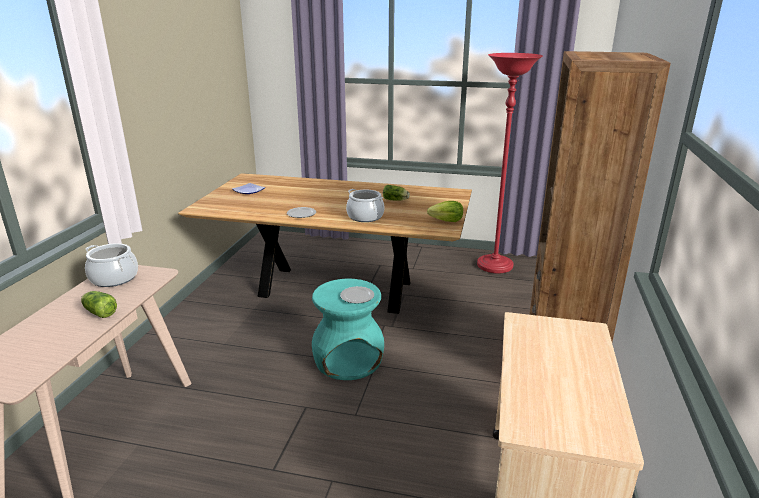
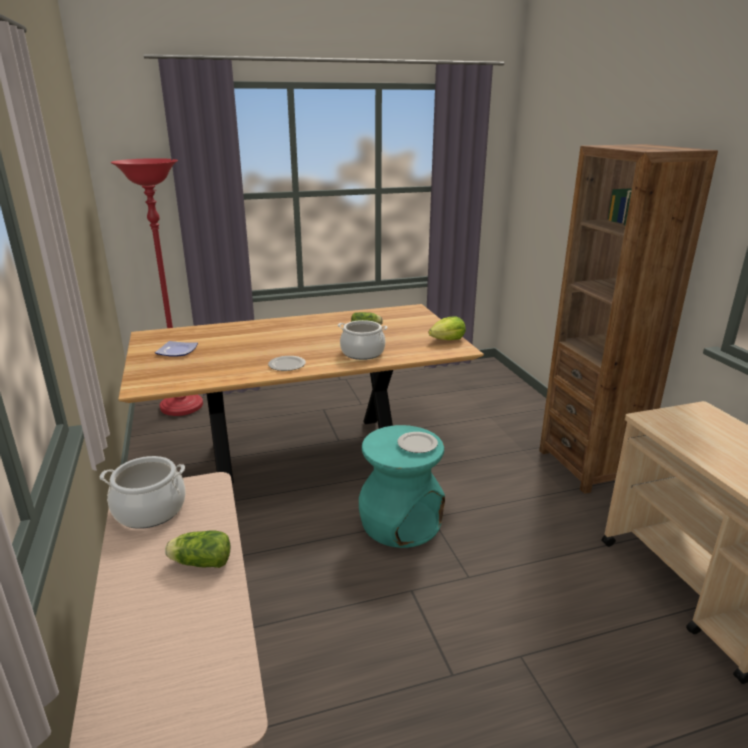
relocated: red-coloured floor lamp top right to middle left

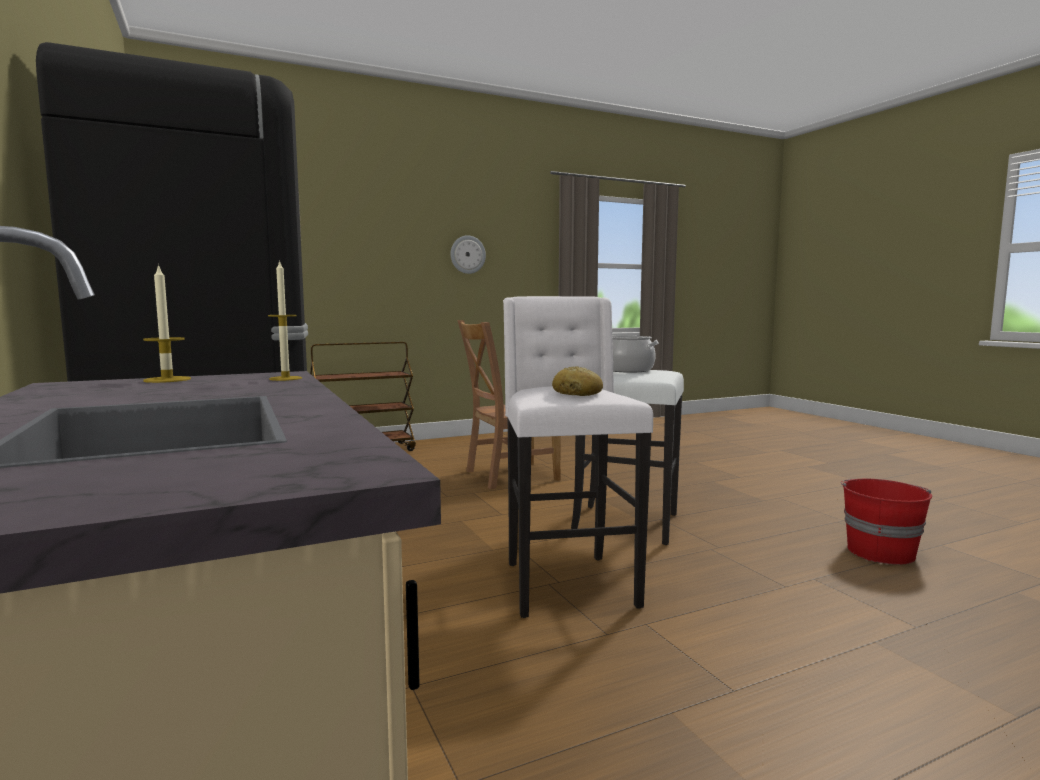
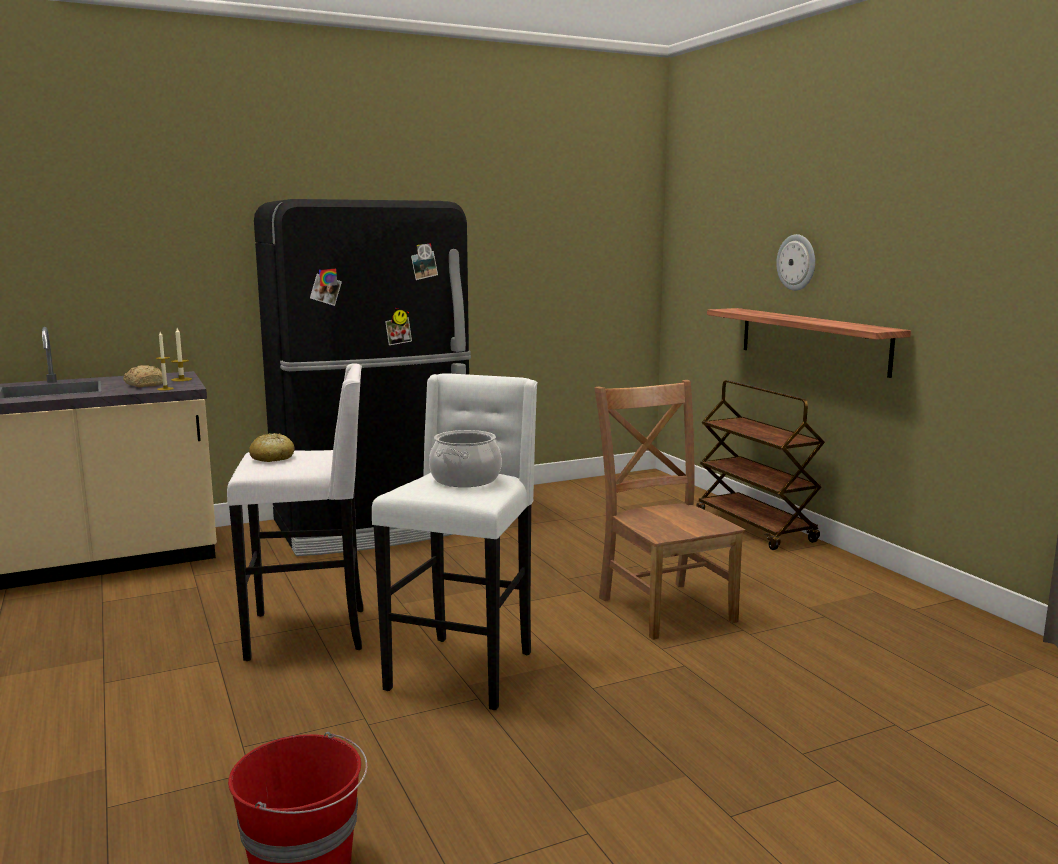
appeared: bracket shelf middle right; bread (no. 1 from left) middle left
relocated: wall clock top centre to top right

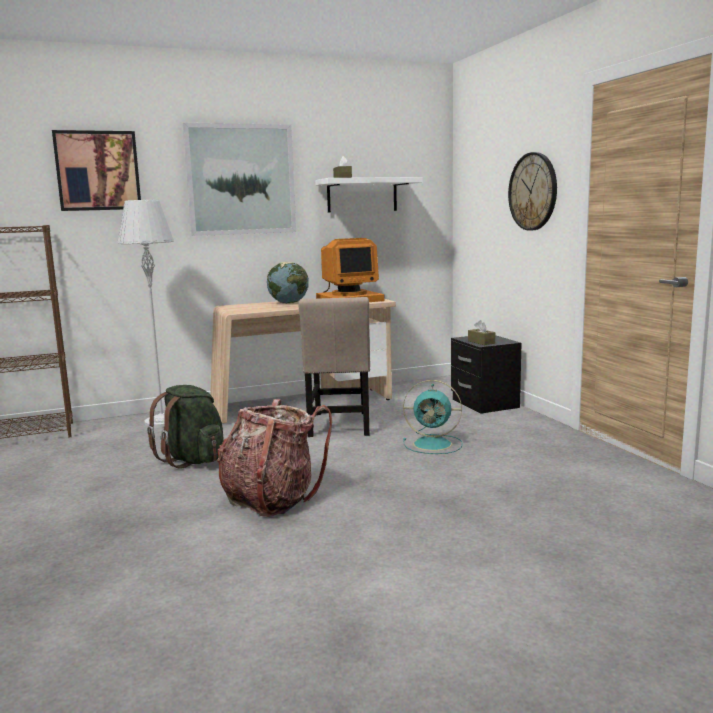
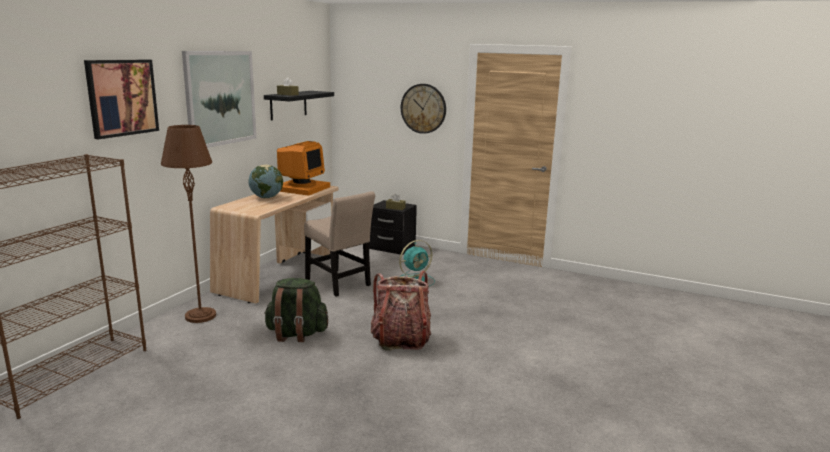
colour: white bracket shelf top centre to black bracket shelf top centre; greyish floor lamp middle left to brown floor lamp middle left

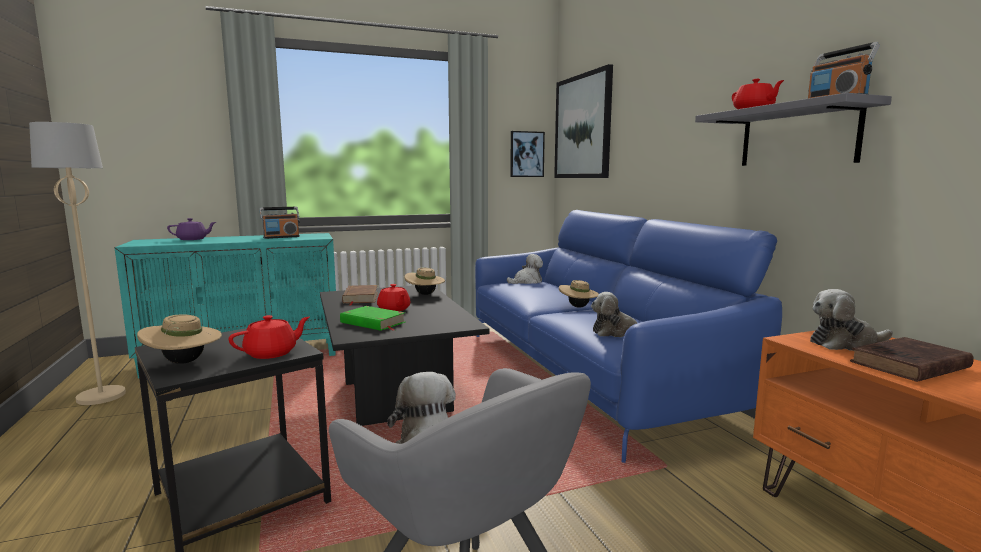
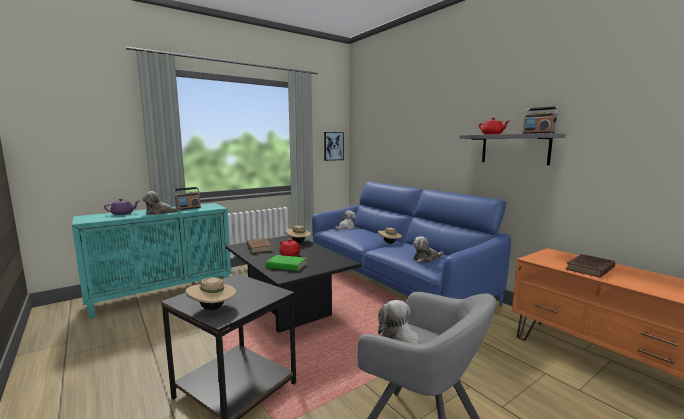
missing: wall picture (no. 2 from left) top centre; sand-coloured floor lamp middle left; red-coloured teapot (no. 1 from left) middle left
relocated: plush toy (no. 4 from left in the first image) middle right to plush toy (no. 1 from left) middle left

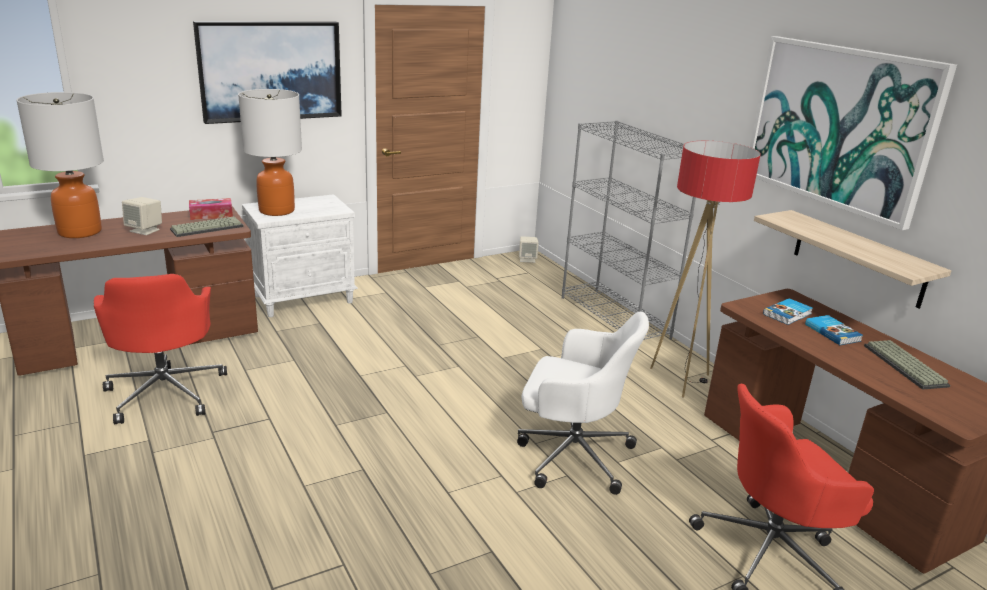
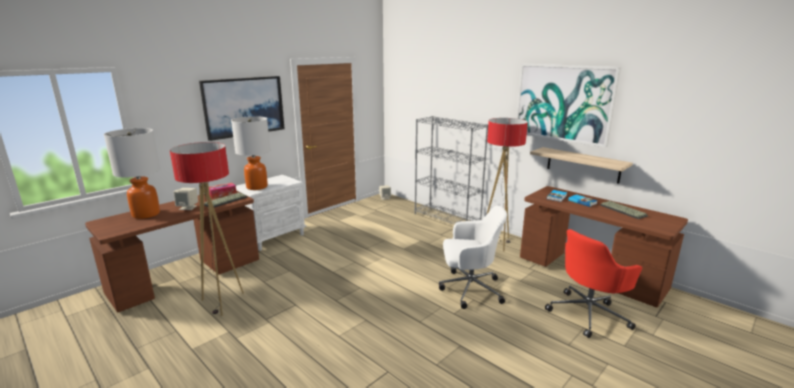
exchanged: red-coloured office chair (no. 1 from left) middle left to floor lamp (no. 1 from left) middle left

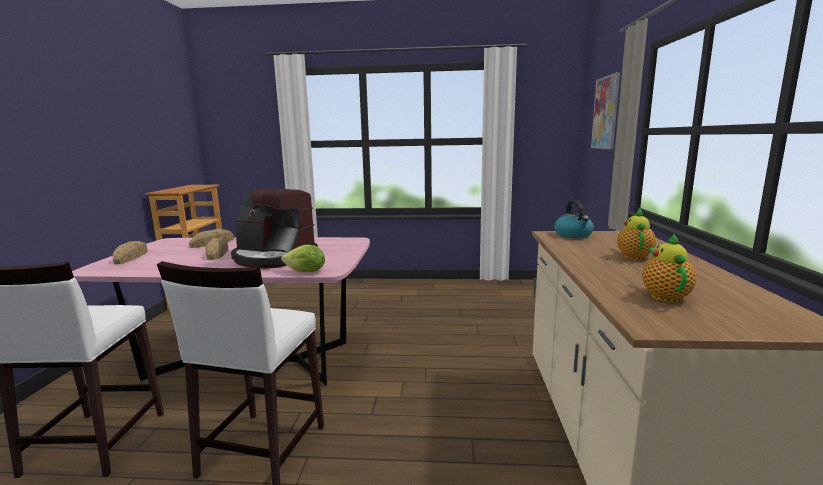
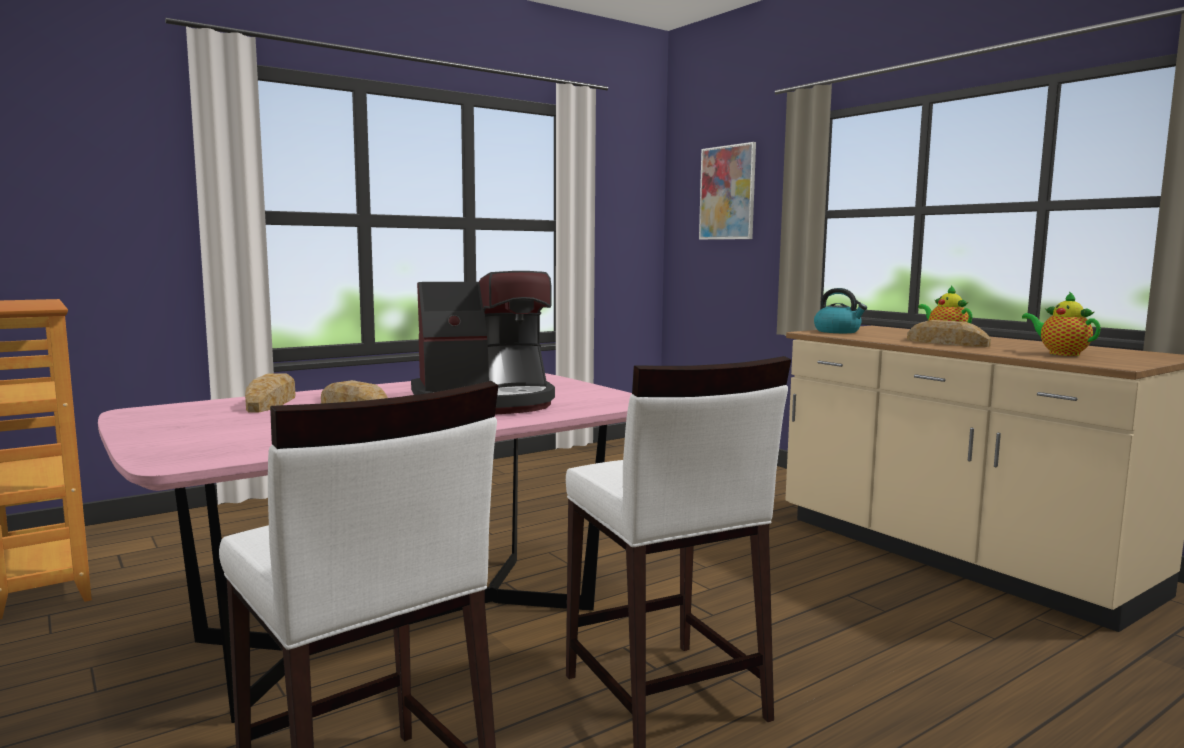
missing: head of lettuce centre
relocated: bread (no. 1 from left in the first image) middle left to bread (no. 3 from left) middle right

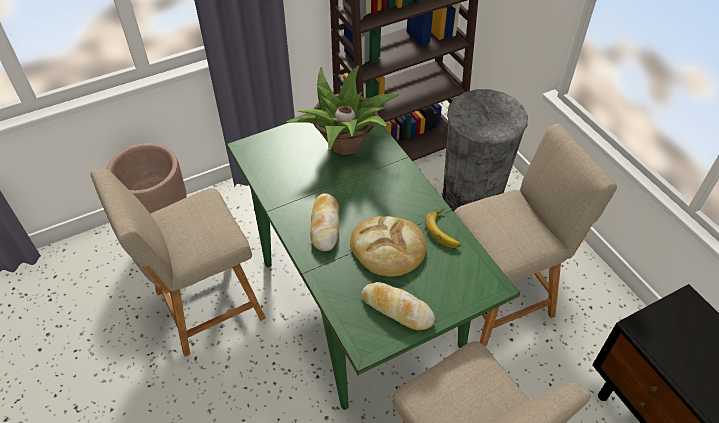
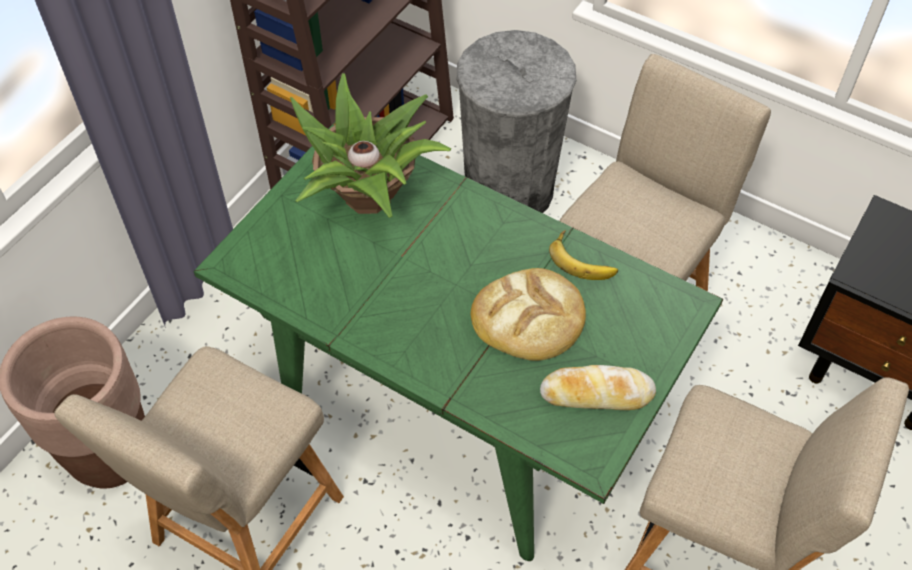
missing: bread (no. 1 from left) centre

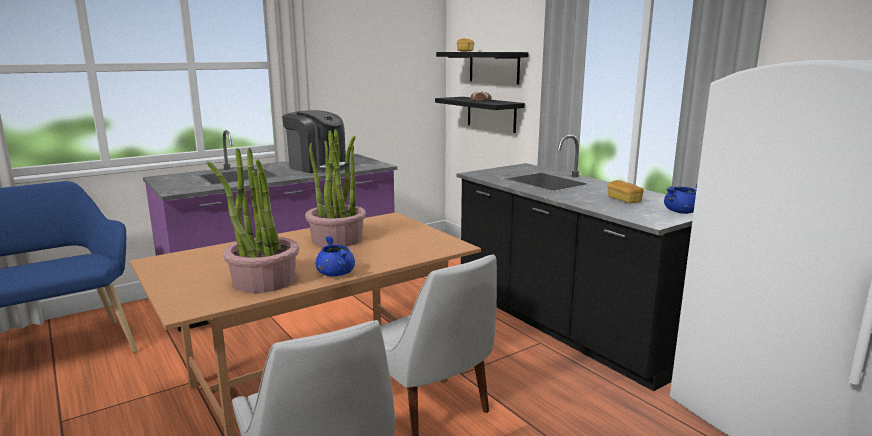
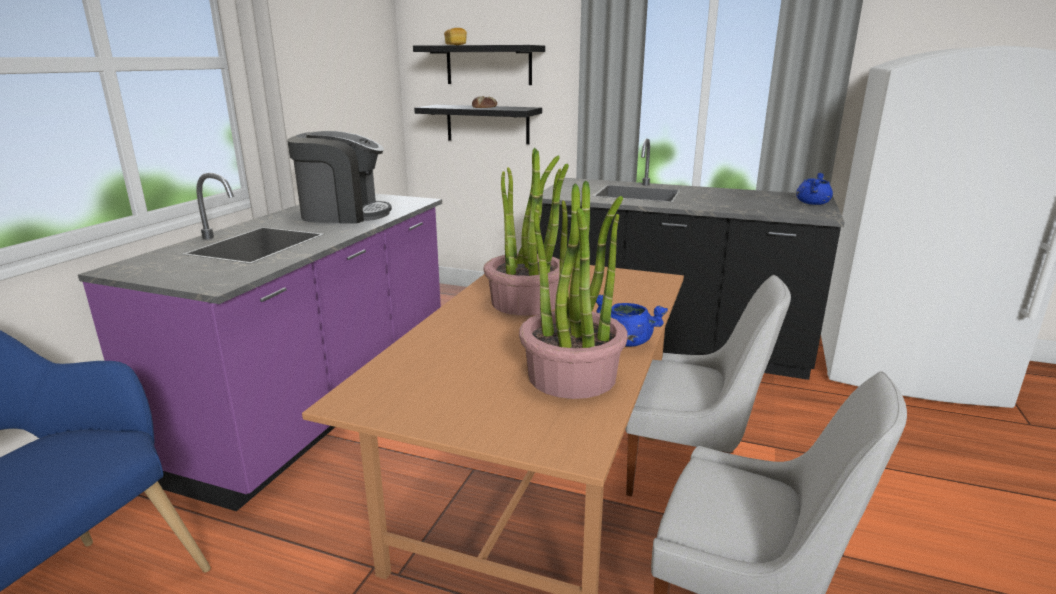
missing: bread (no. 3 from left) middle right

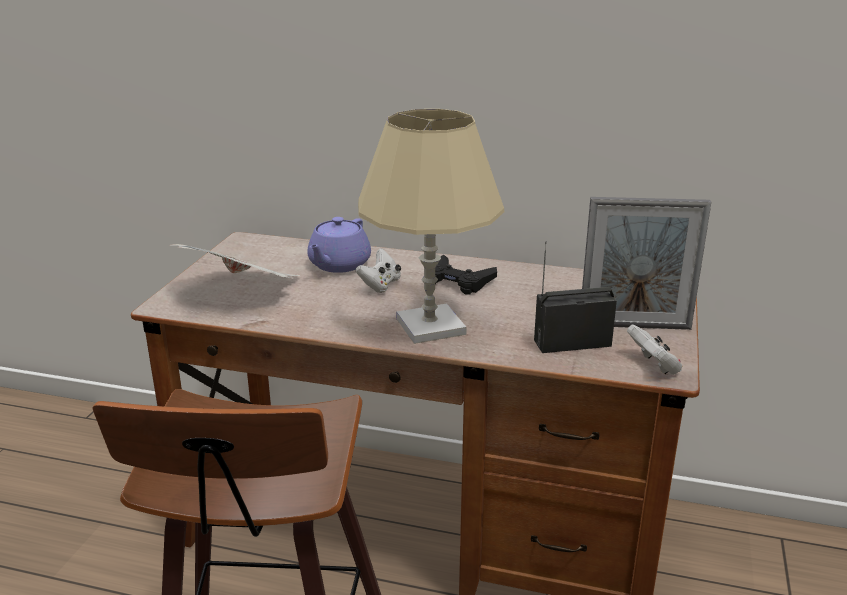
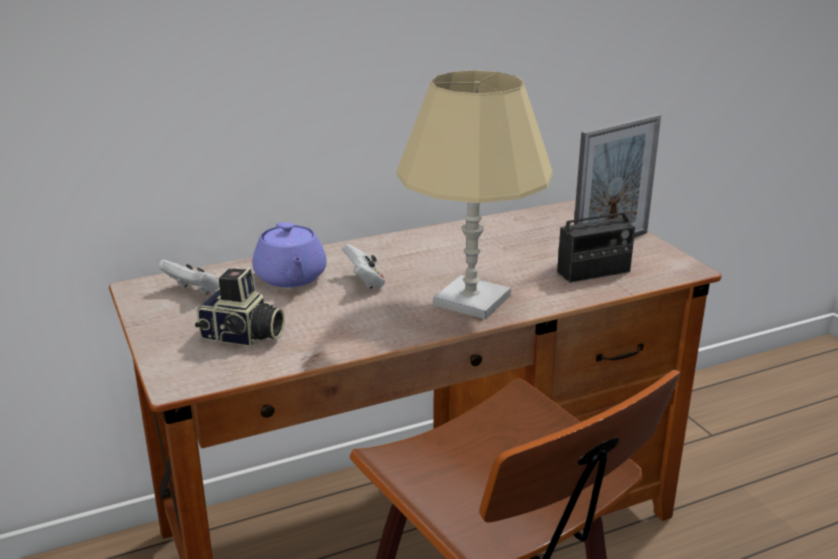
missing: black game controller centre
relocated: white game controller (no. 2 from left in the first image) middle right to white game controller (no. 1 from left) middle left
exchanged: printed paper middle left to still camera middle left
spun: radio middle right = middle right 150 degrees counterclockwise

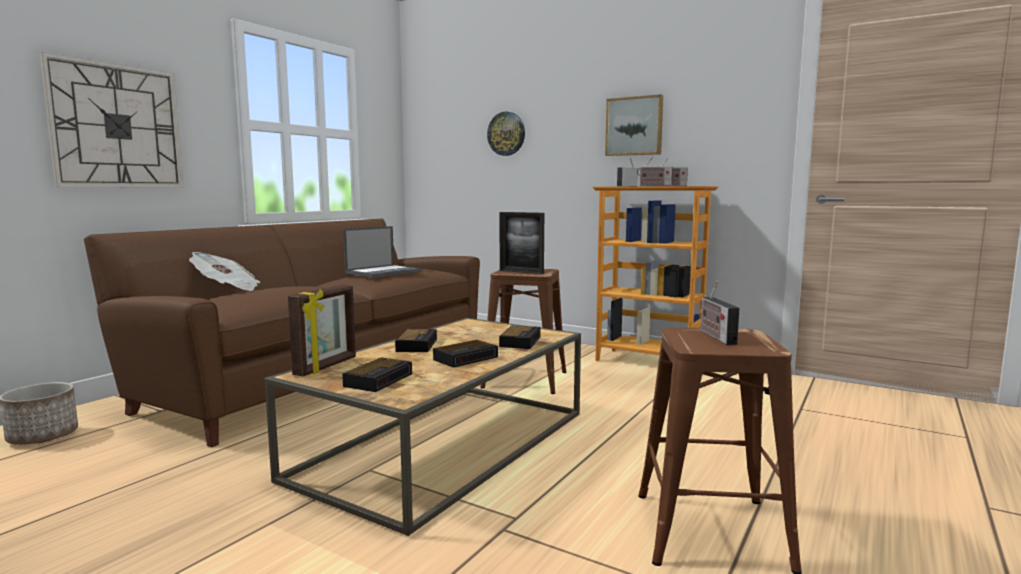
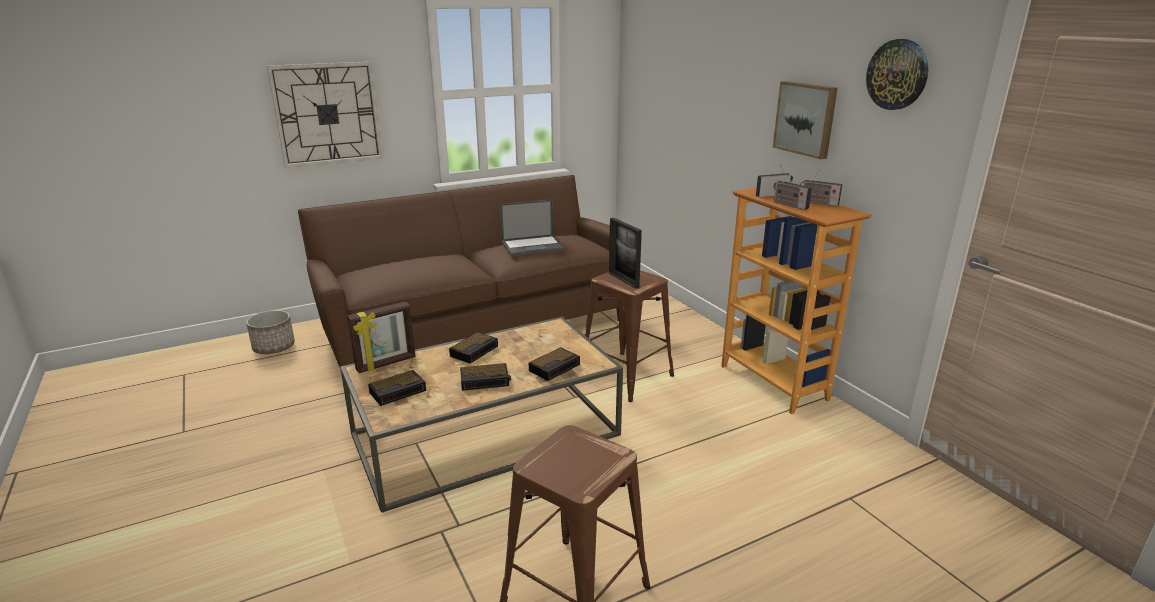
missing: printed paper middle left; radio (no. 4 from left) middle right
relocated: wall clock (no. 2 from left) top centre to top right

